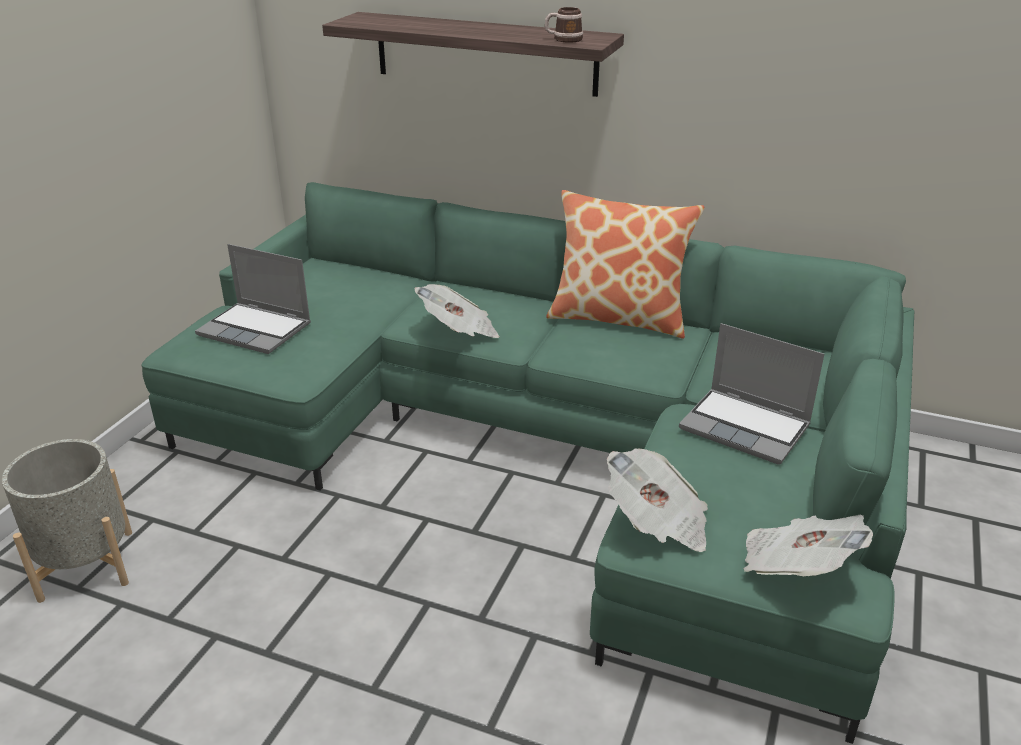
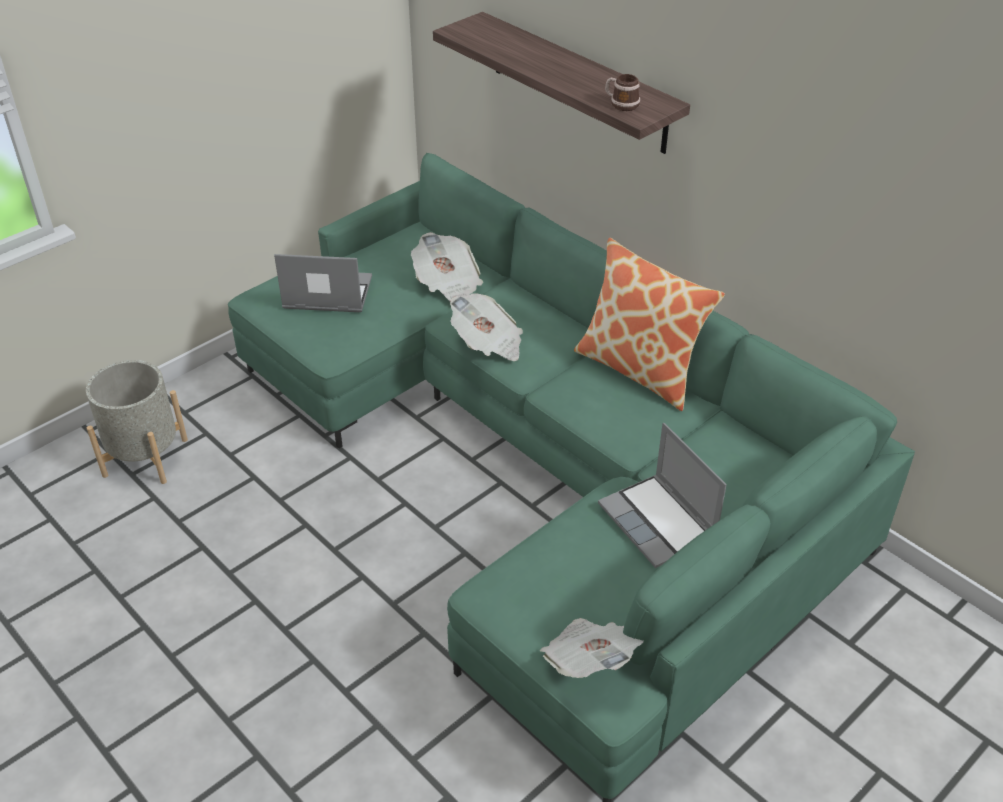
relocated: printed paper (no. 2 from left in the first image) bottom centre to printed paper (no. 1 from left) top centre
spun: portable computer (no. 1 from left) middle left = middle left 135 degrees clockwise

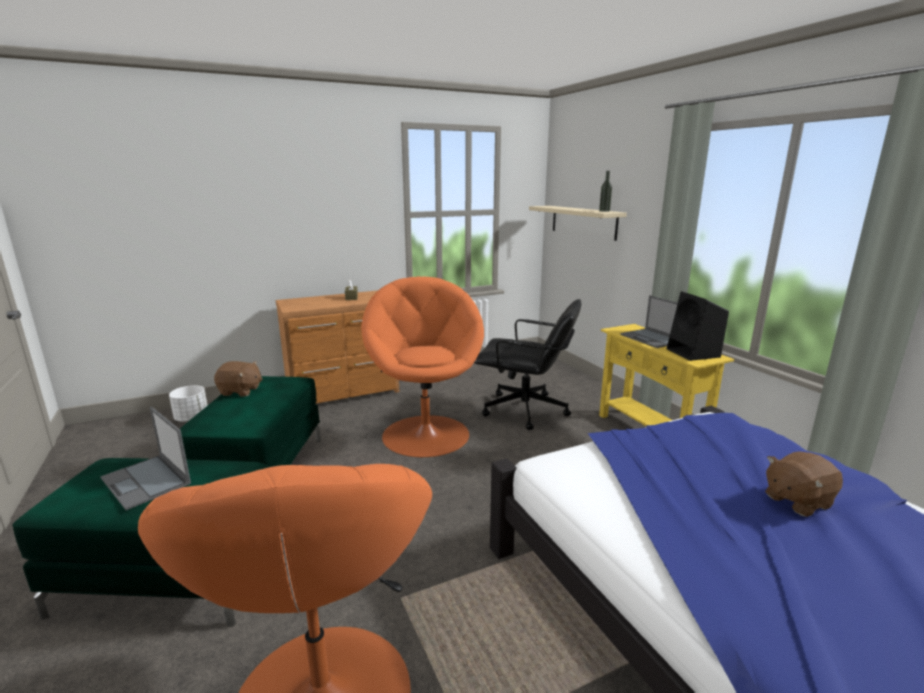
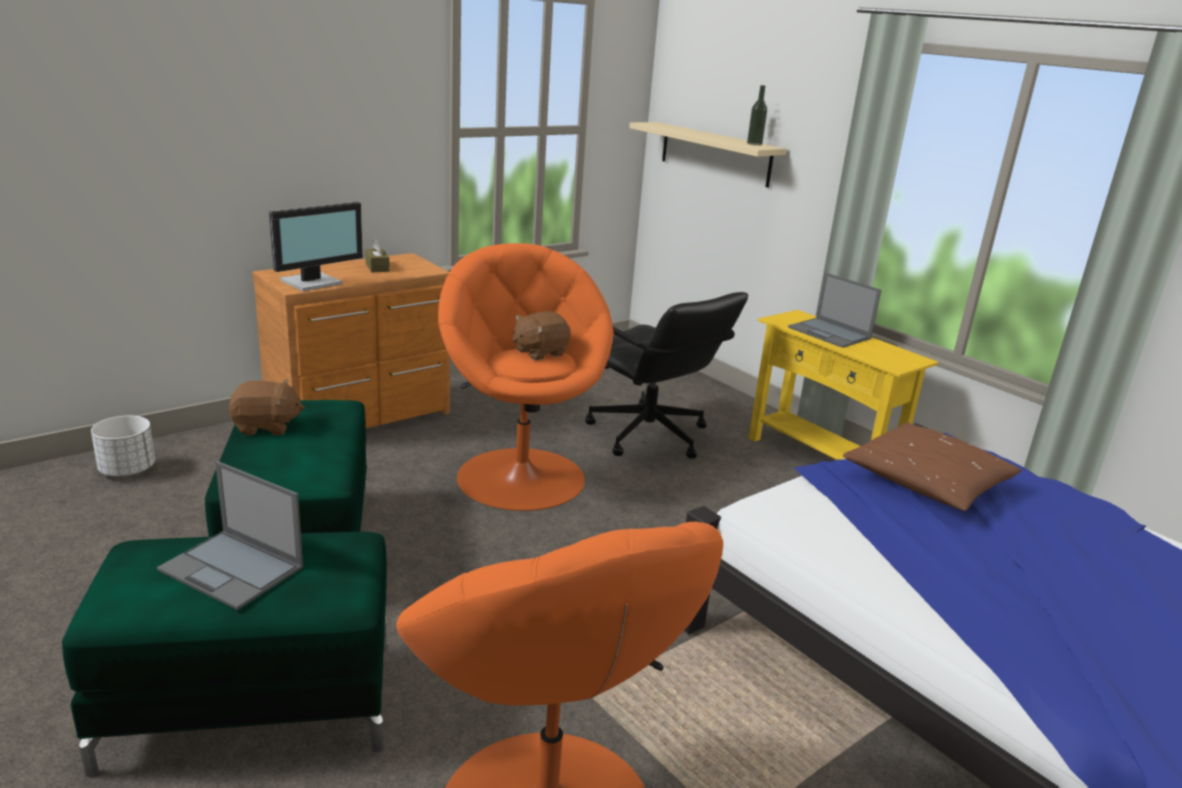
missing: black loudspeaker middle right
appeared: computer screen top left; brown cushion middle right
relocated: brown plush toy (no. 2 from left) bottom right to centre
spun: black office chair centre = centre 45 degrees clockwise

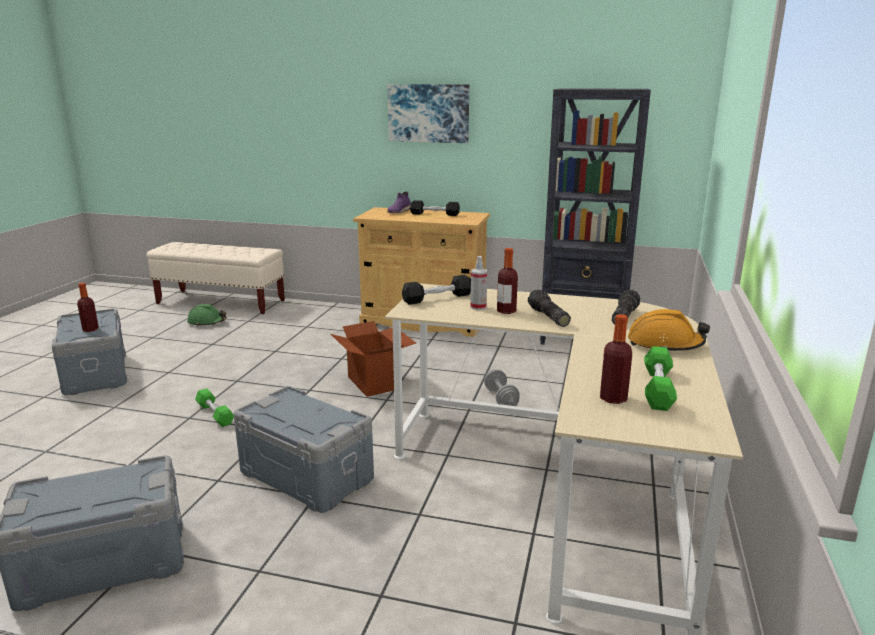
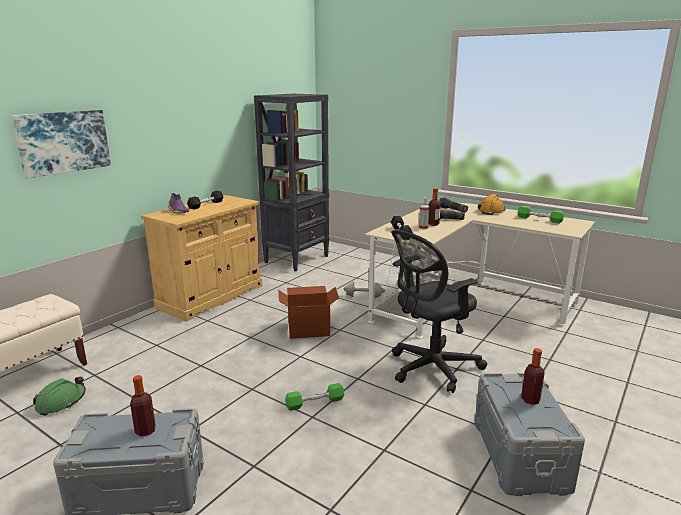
relocated: wall picture top centre to top left; drink bottle (no. 3 from left) middle right to bottom right
exchanged: greyish storage bin (no. 3 from left) bottom centre to black office chair centre

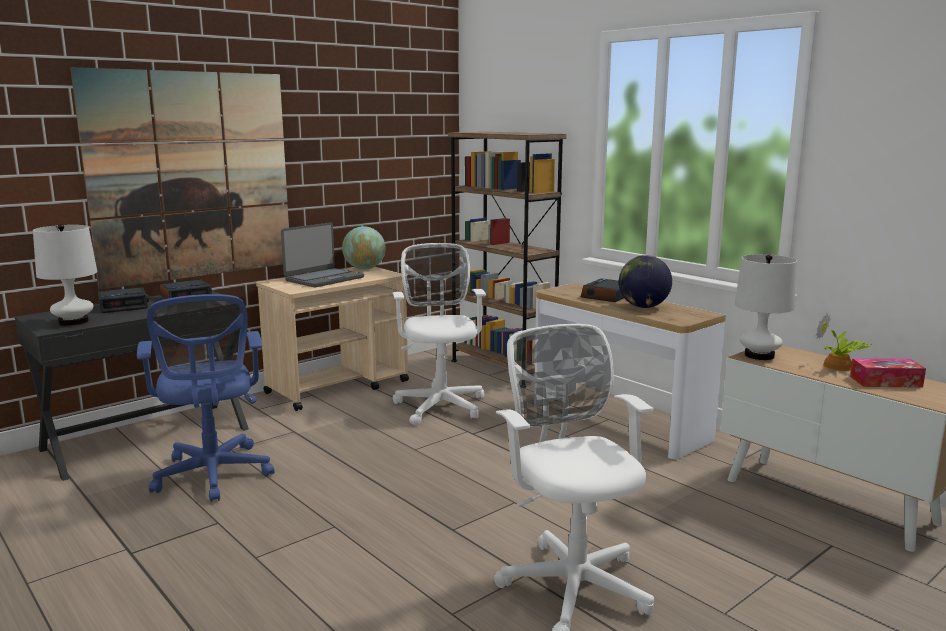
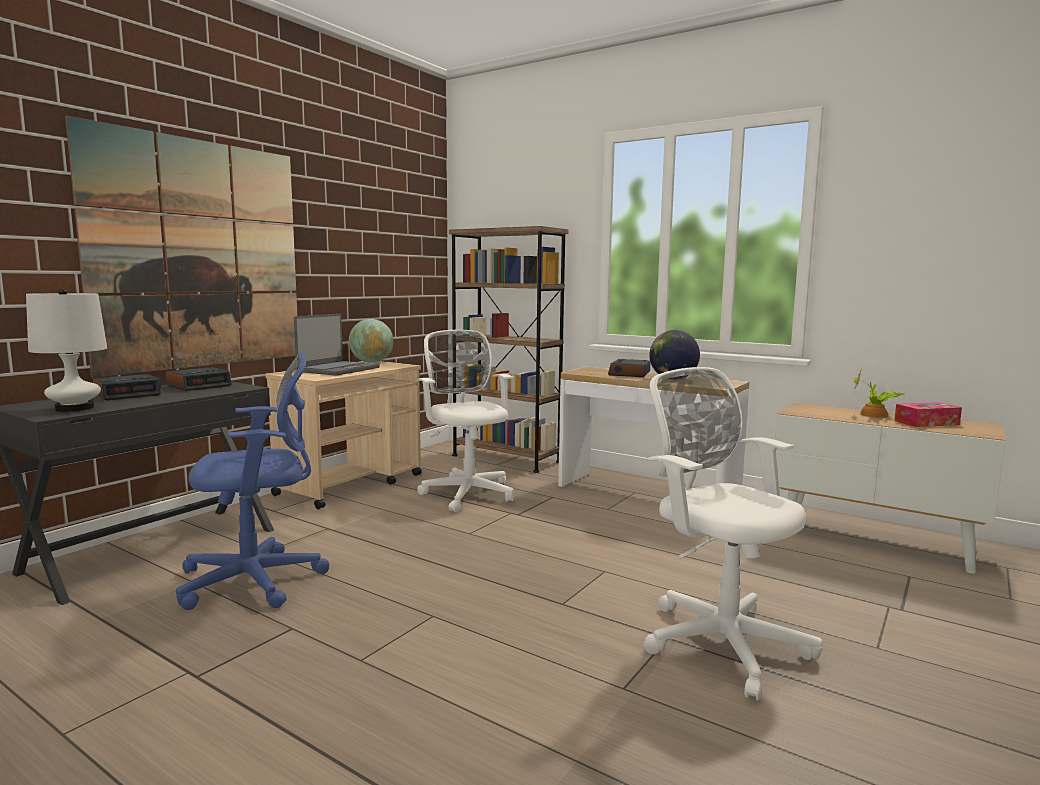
missing: white table lamp (no. 2 from left) middle right
spun: bluish office chair middle left = middle left 75 degrees counterclockwise

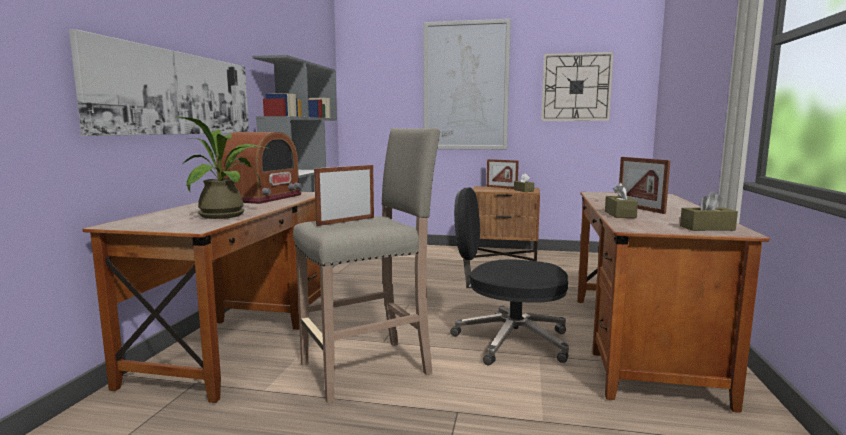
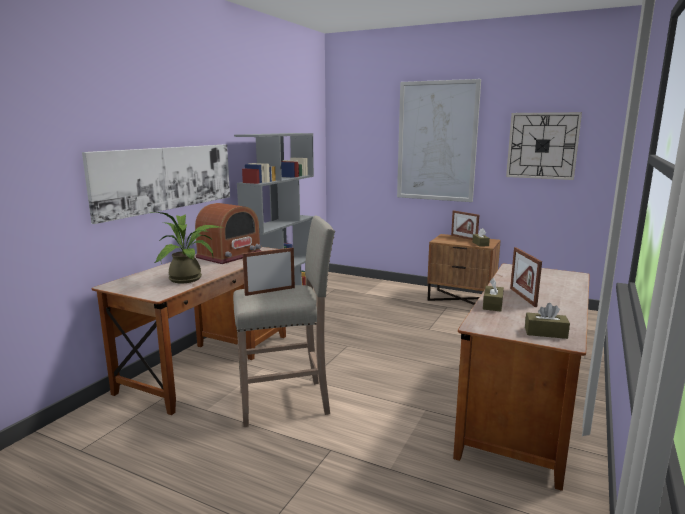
missing: black office chair centre

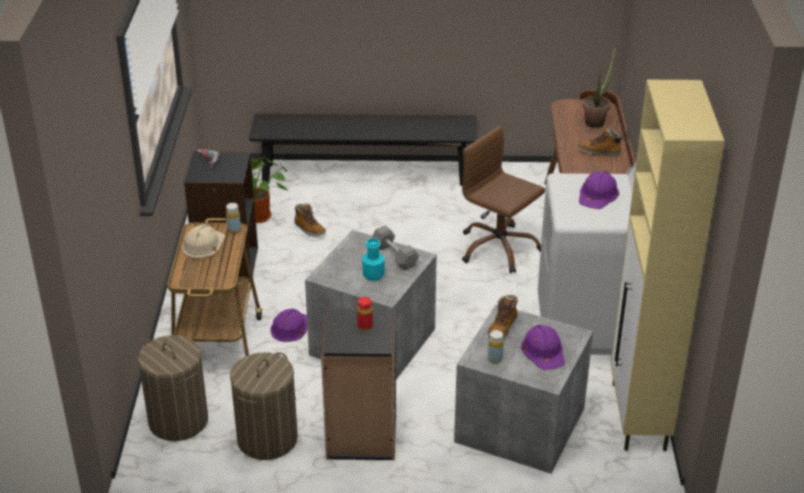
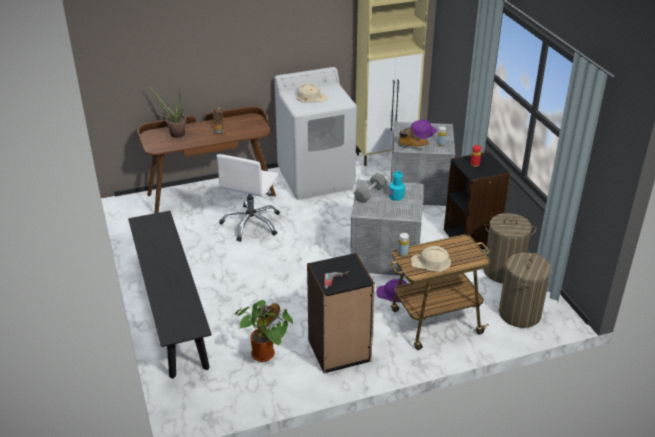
colour: brown office chair centre to white office chair centre; purple hard hat (no. 3 from left) middle right to sand-coloured hard hat (no. 1 from left) top centre

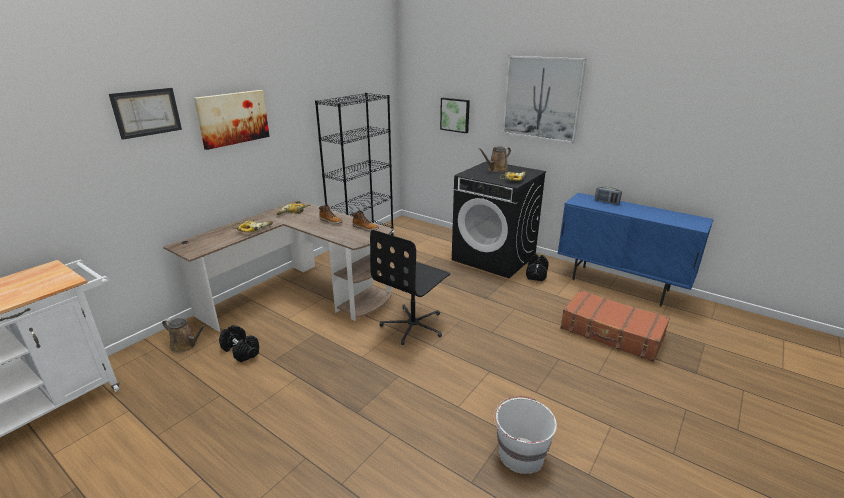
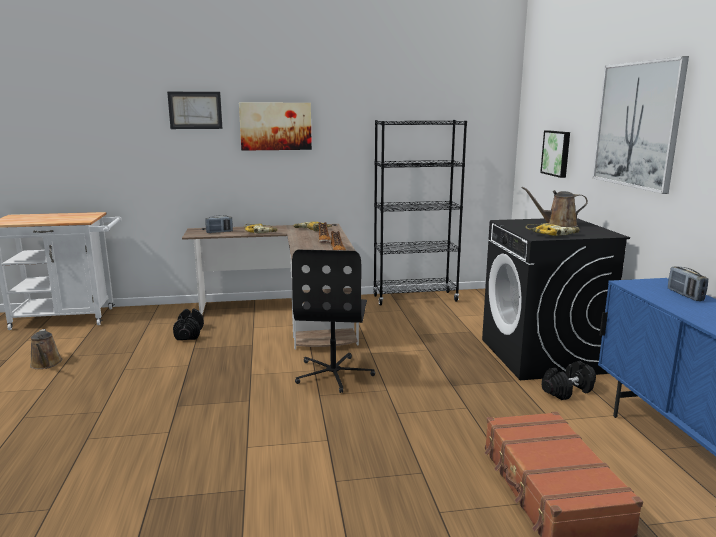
missing: white pail bottom centre
appeared: radio (no. 1 from left) middle left
relocated: brown sprinkling can (no. 1 from left) bottom left to middle left
spun: black office chair centre = centre 75 degrees counterclockwise

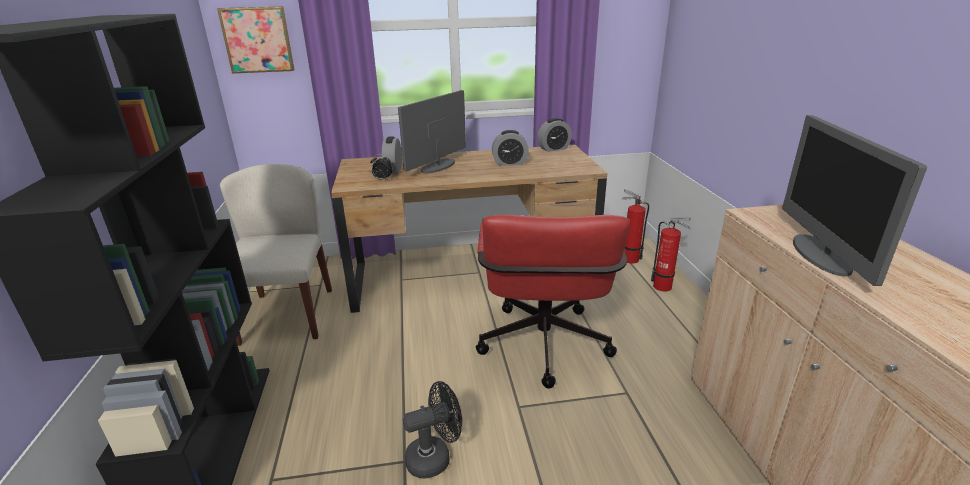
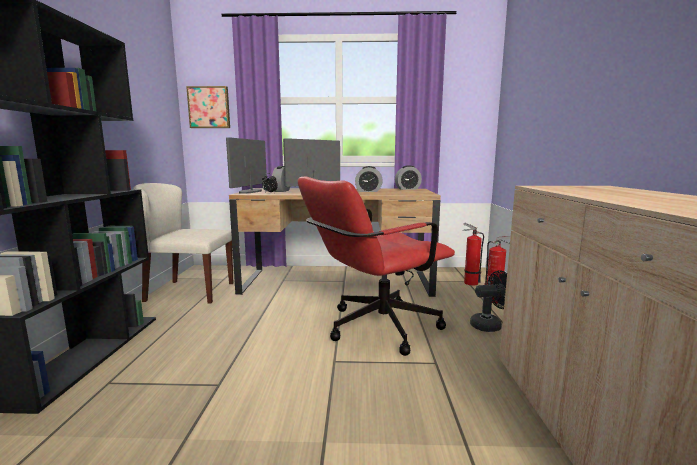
relocated: computer screen (no. 2 from left in the first image) middle right to computer screen (no. 1 from left) centre; black fan bottom centre to middle right
spun: sand-coloured upright chair middle left = middle left 90 degrees counterclockwise; red-coloured office chair centre = centre 45 degrees clockwise

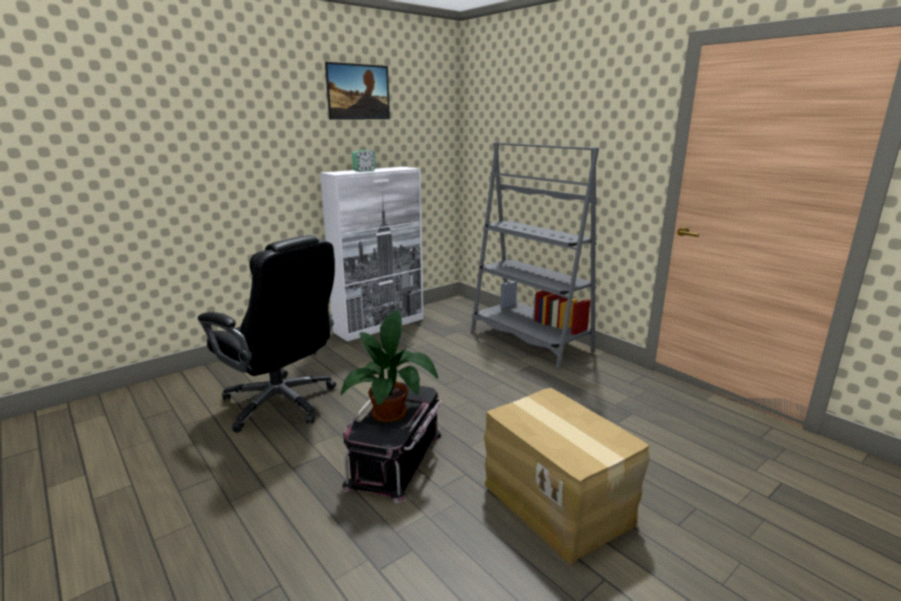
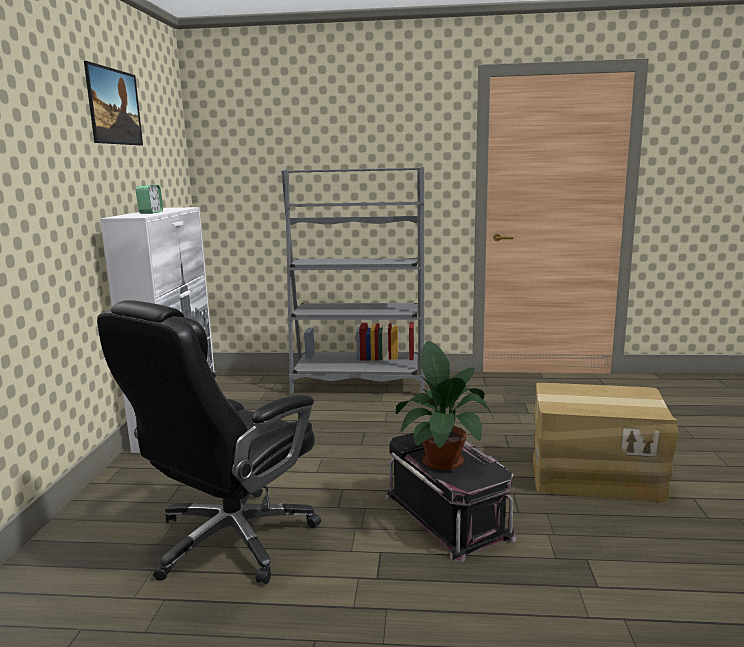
spun: black office chair middle left = bottom left 135 degrees clockwise

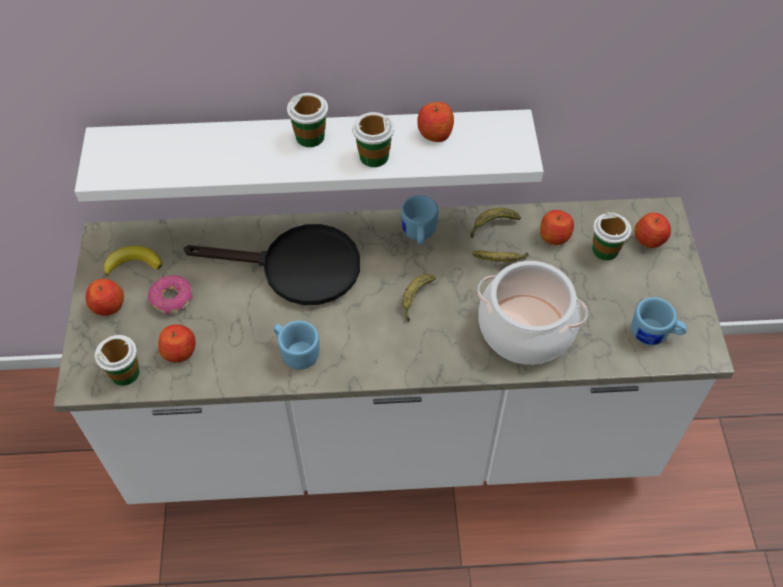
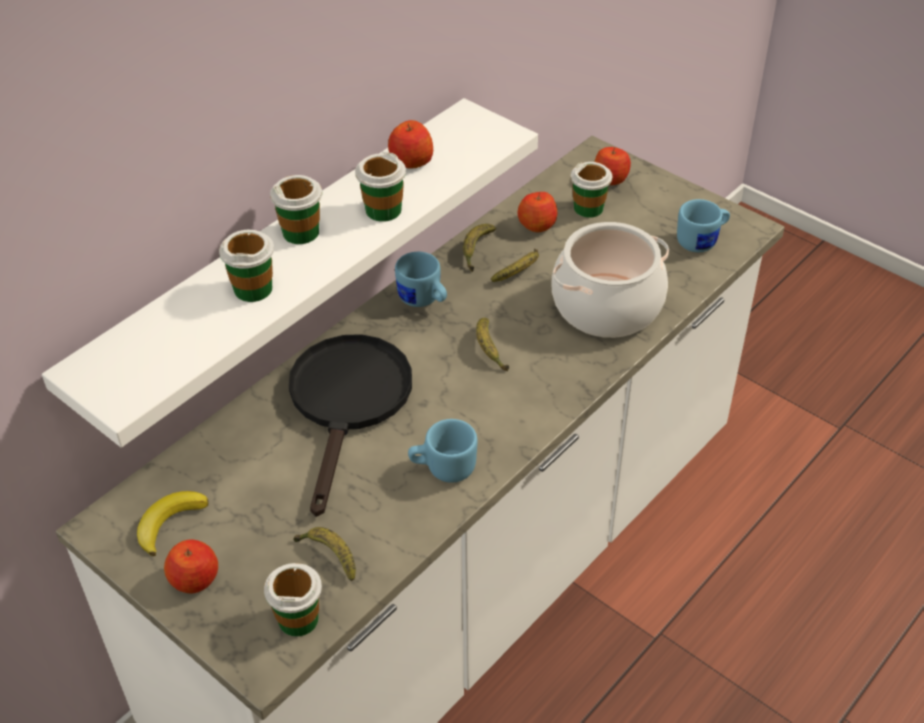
missing: doughnut middle left
appeared: small cup (no. 1 from left) middle left
exchanged: apple fruit (no. 2 from left) middle left to banana fruit (no. 2 from left) bottom centre
spun: black skillet centre = centre 45 degrees counterclockwise

